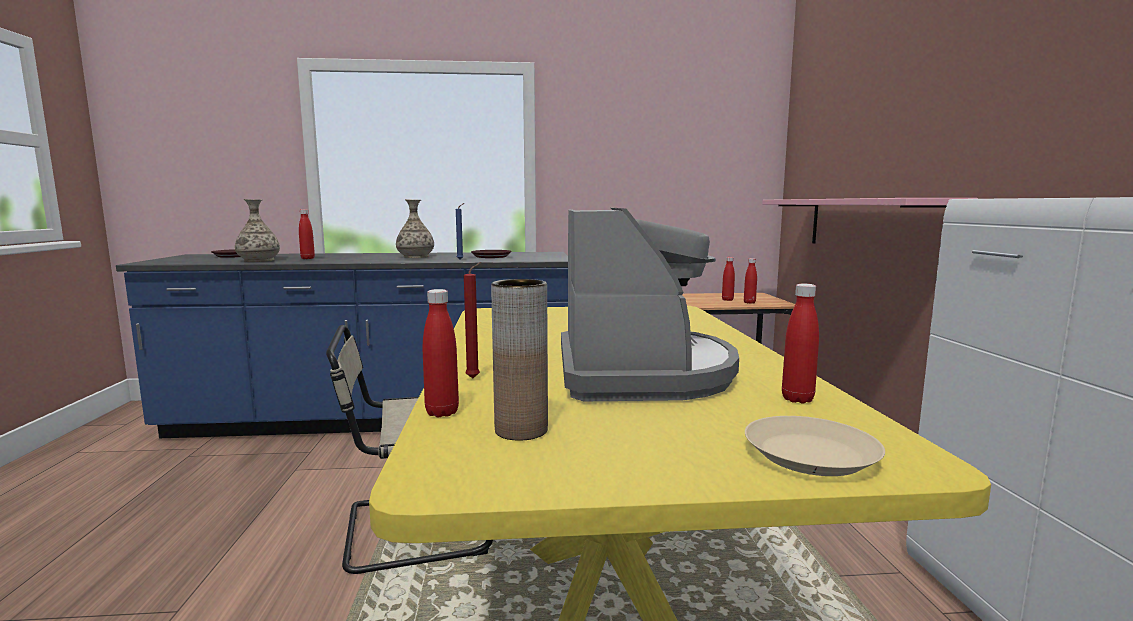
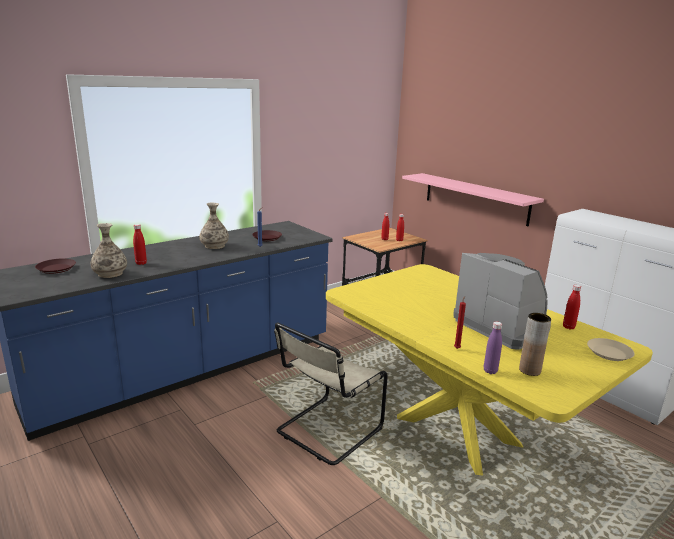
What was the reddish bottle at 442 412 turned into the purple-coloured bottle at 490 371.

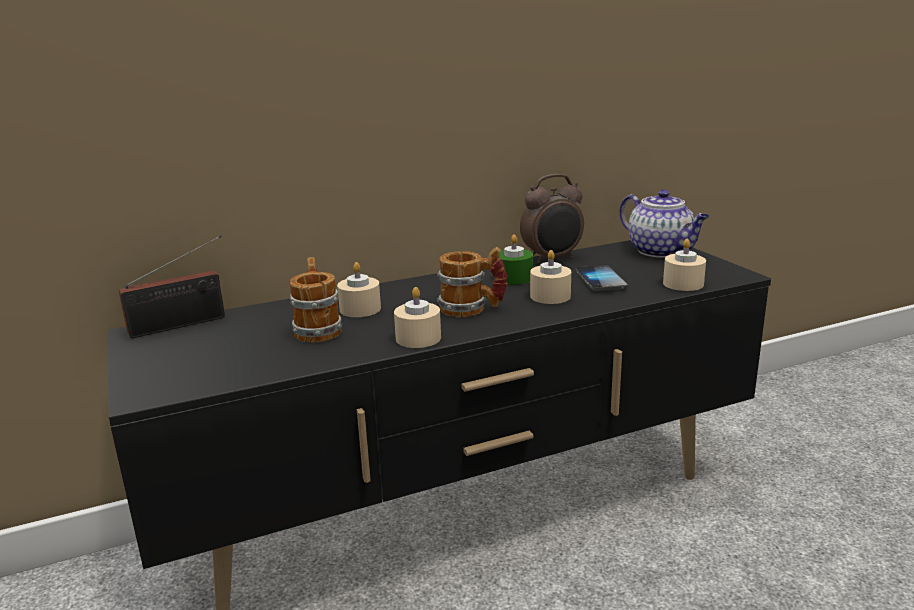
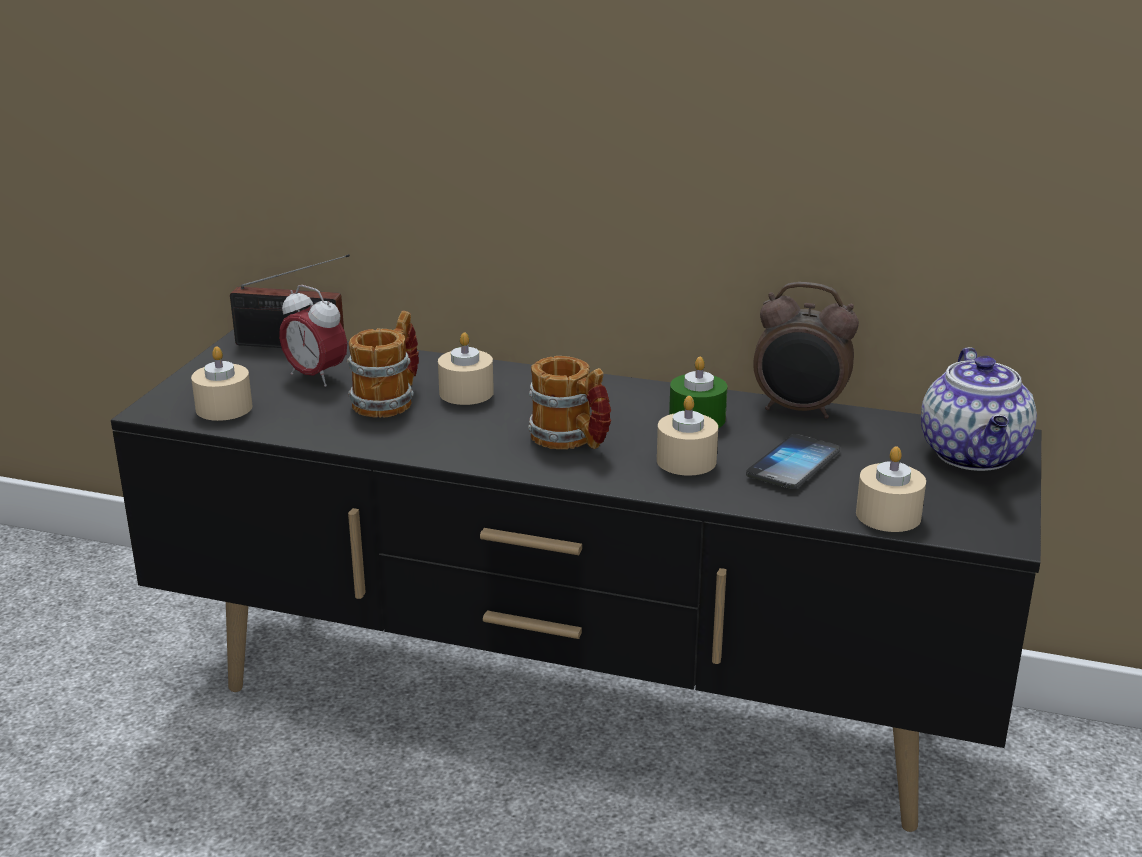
The beige candle ended up elsewhere, having gone from 418 338 to 224 408. The second view gained the table clock at 316 377.

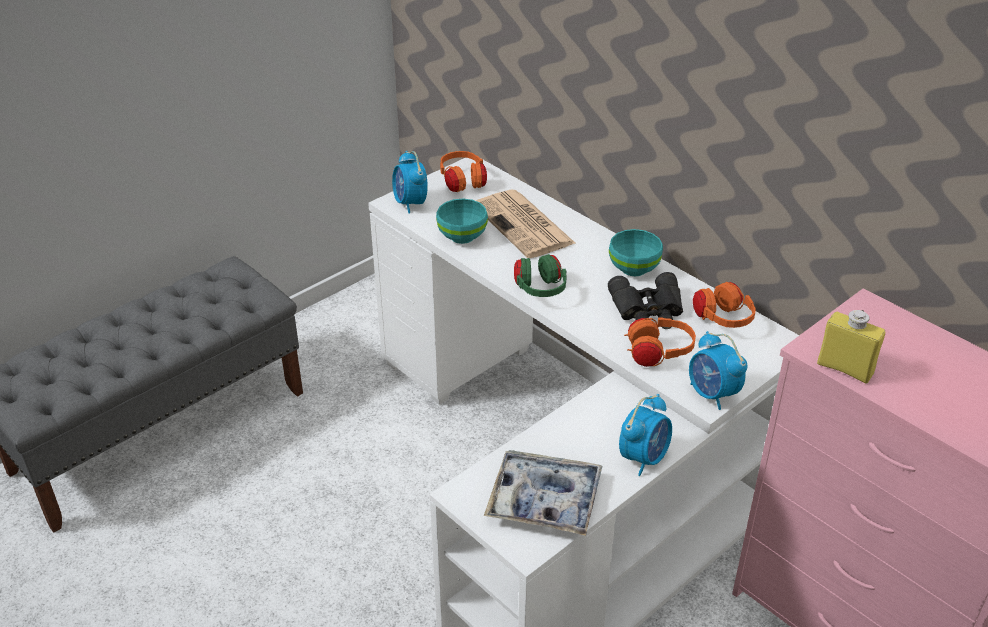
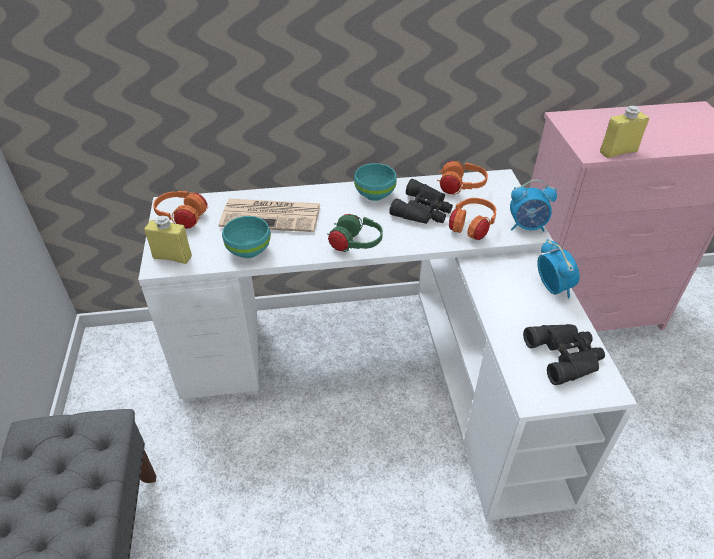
Where the table clock stood at 410 203, the yellowish bottle came to stand at 172 257. Where the tray stood at 544 500, the black-coloured binoculars came to stand at 565 355.

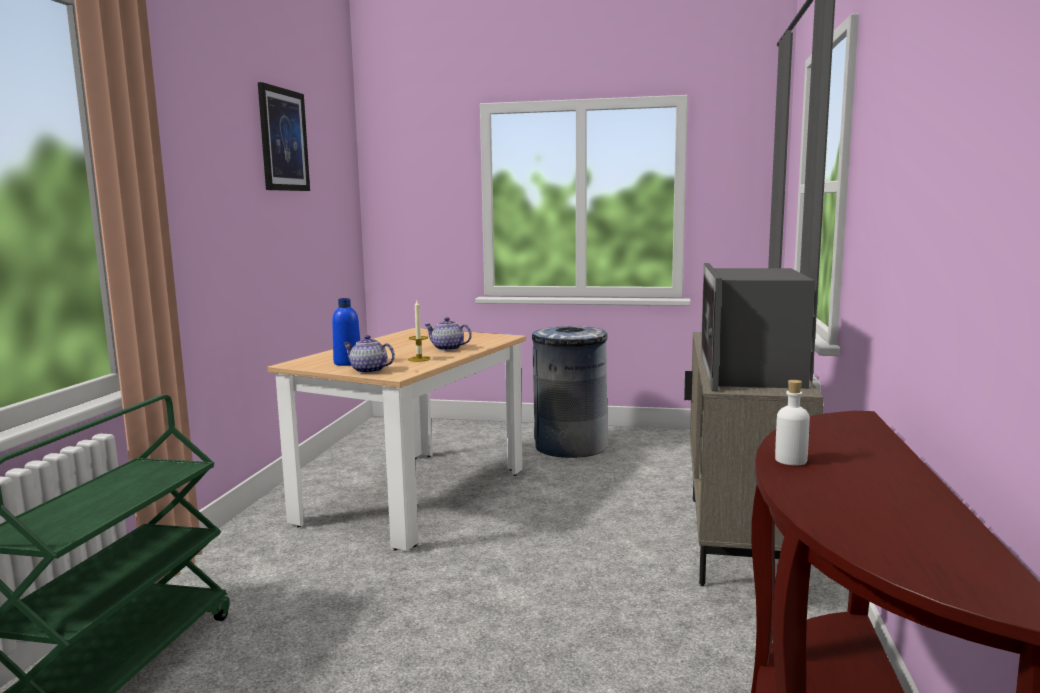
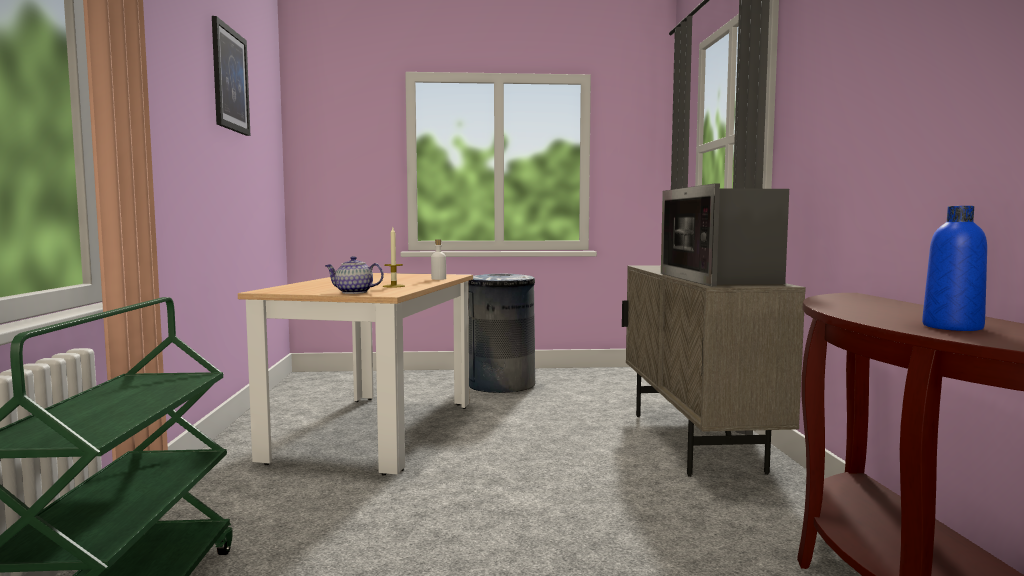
The blue bottle ended up elsewhere, having gone from 348 363 to 952 327. The second view lost the tea pot at 447 349. The white-coloured bottle ended up elsewhere, having gone from 790 460 to 438 279.

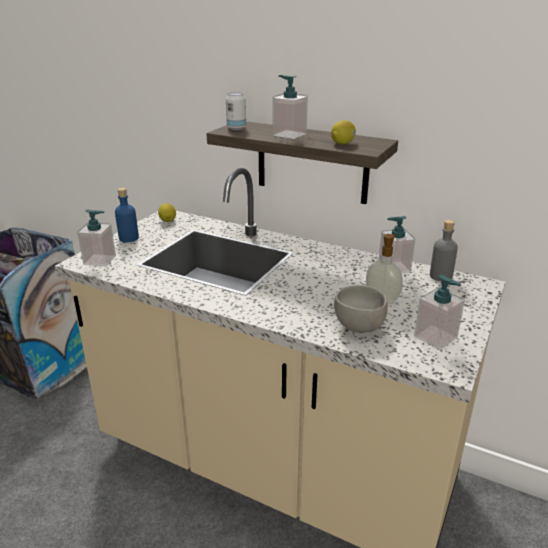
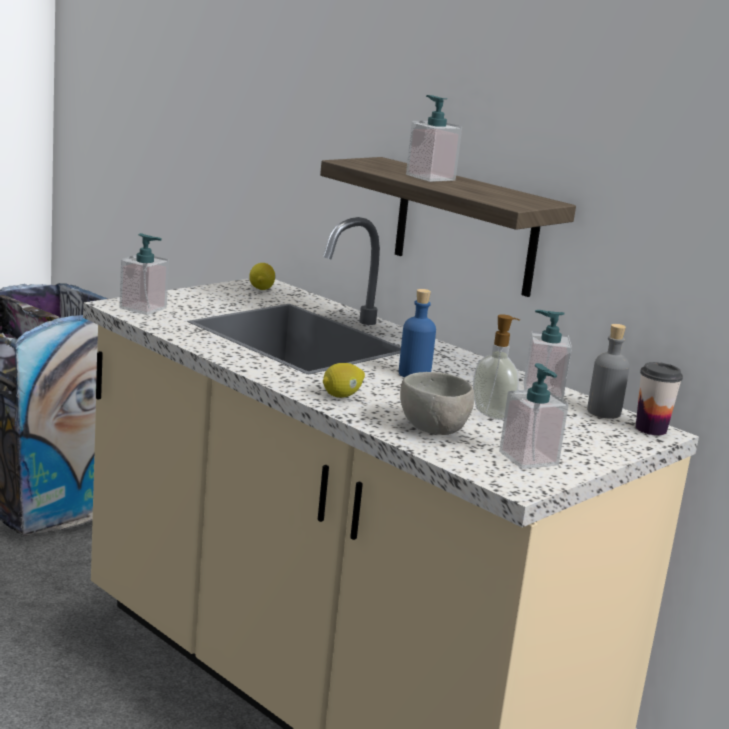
The blue bottle ended up elsewhere, having gone from 129 238 to 414 374. The second view lost the sealed can at 236 128. The citrus fruit ended up elsewhere, having gone from 343 143 to 342 396. The second view gained the drinking cup at 651 429.

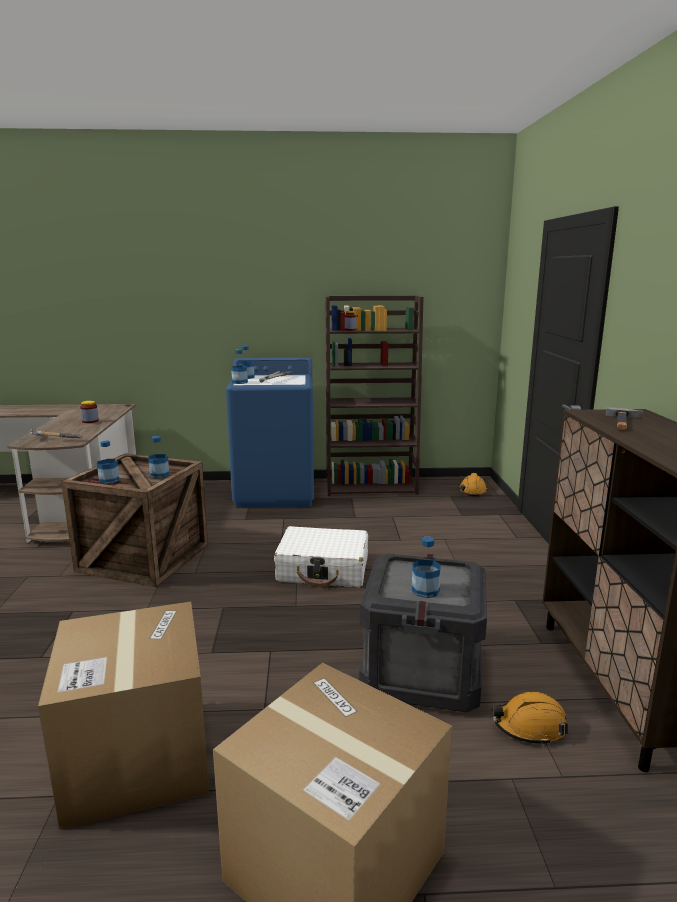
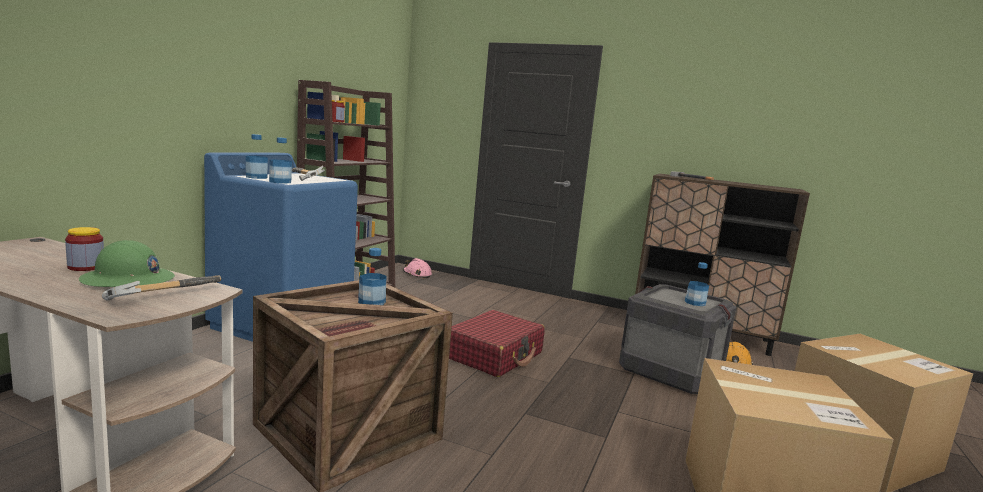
The second view lost the bottle at 109 480. What was the white-coloured piece of luggage at 323 570 turned into the reddish piece of luggage at 494 355. What was the orange-coloured hard hat at 472 490 turned into the pink-coloured hard hat at 417 274. The second view gained the greenish hard hat at 128 280.

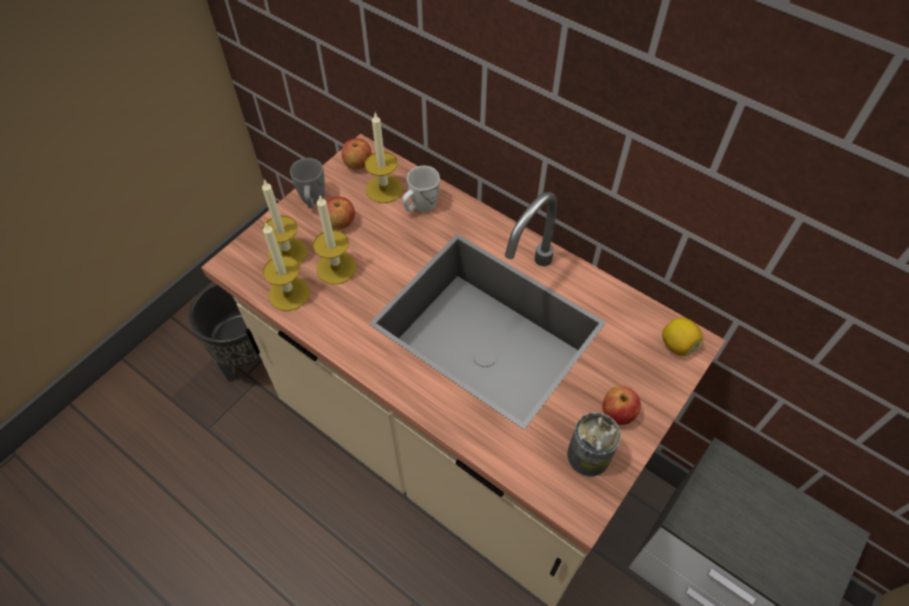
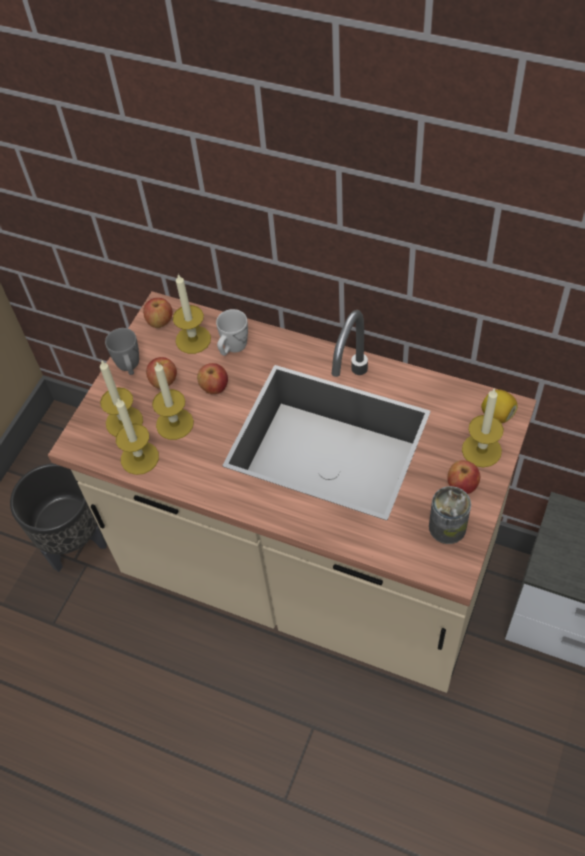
The second view gained the whole apple at 214 387. The second view gained the candle at 481 450.

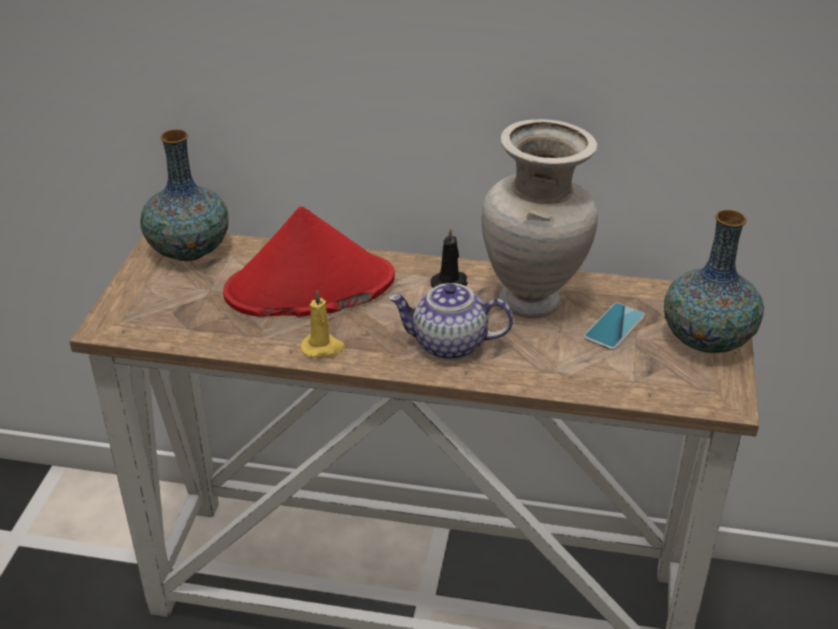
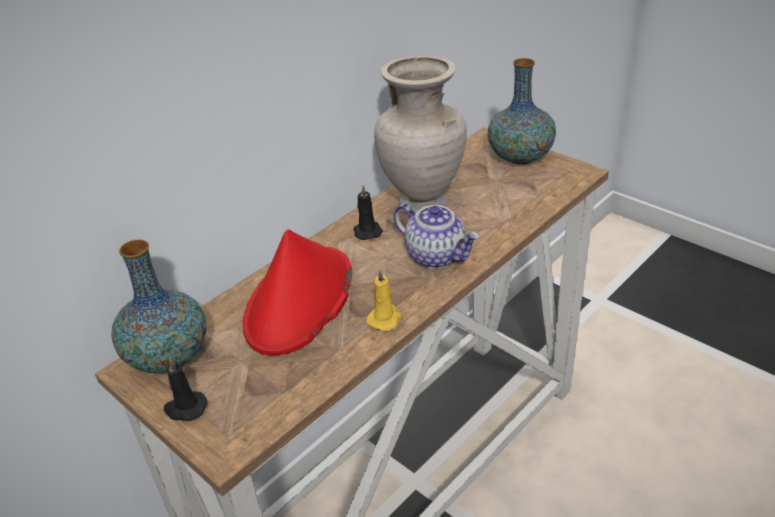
The tea pot at 449 345 ended up facing another way, 90 degrees counterclockwise from before. The second view lost the phone at 614 327. The second view gained the black-coloured candle at 185 408.

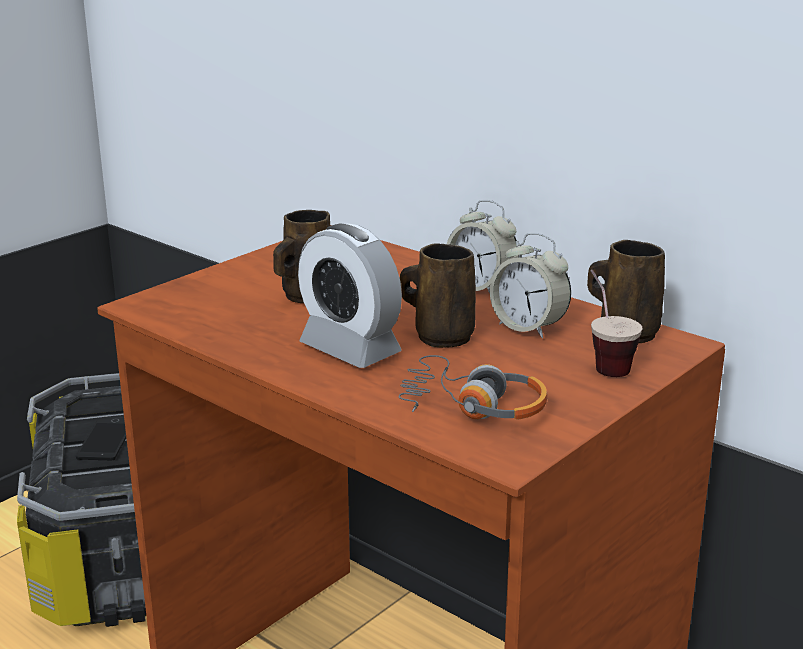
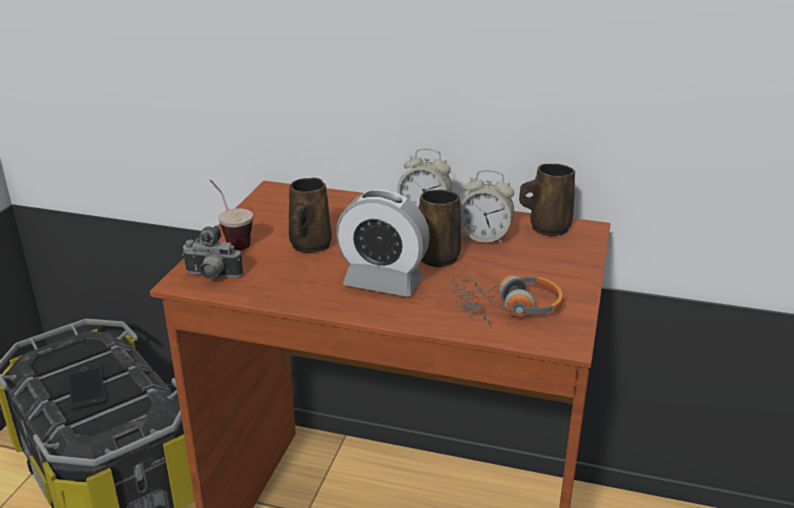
The drinking cup ended up elsewhere, having gone from 604 362 to 231 240. The second view gained the still camera at 212 276.

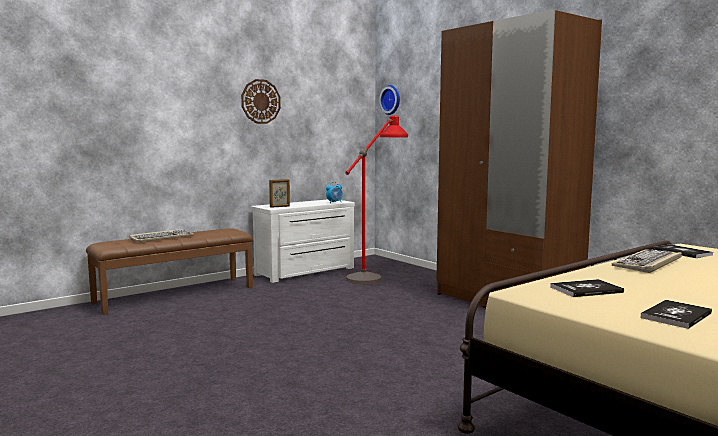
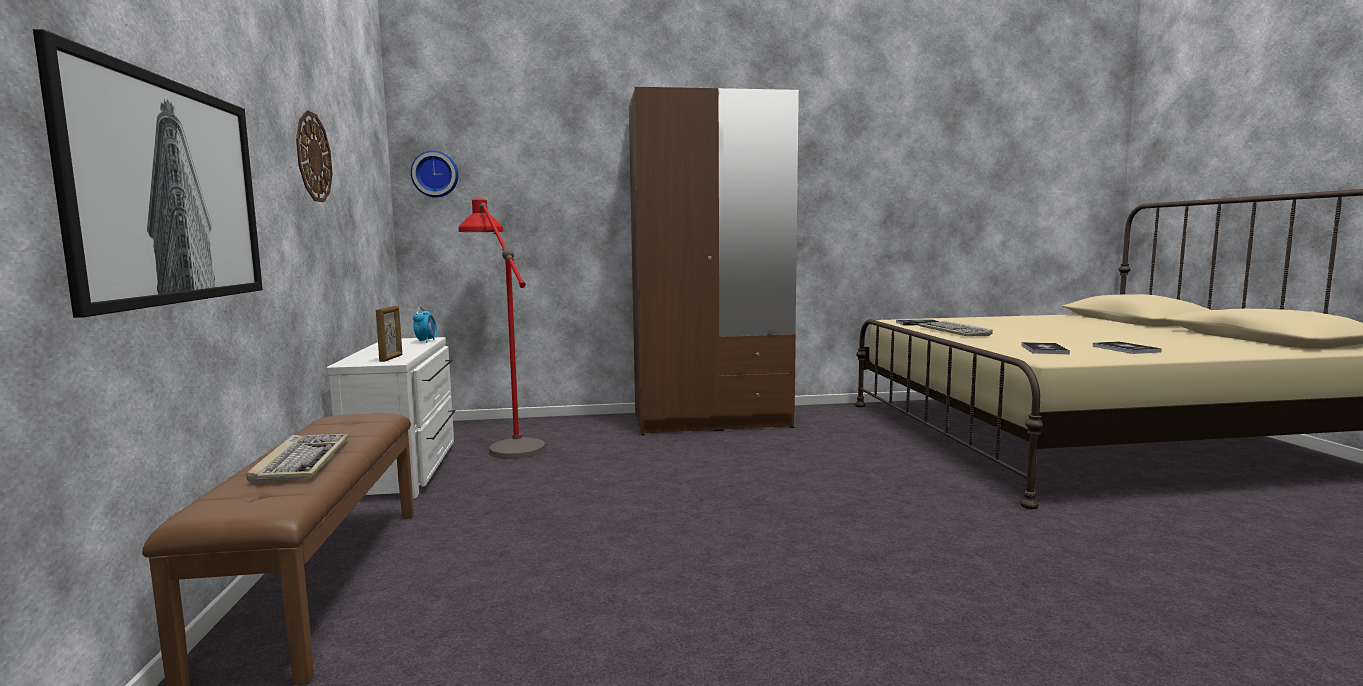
The second view gained the wall picture at 171 192.

